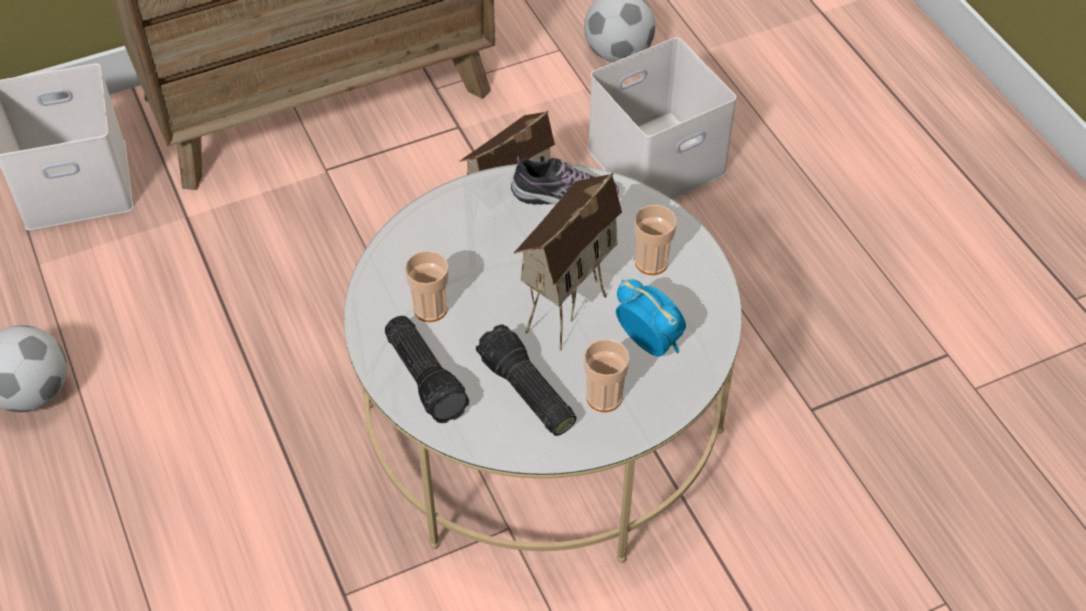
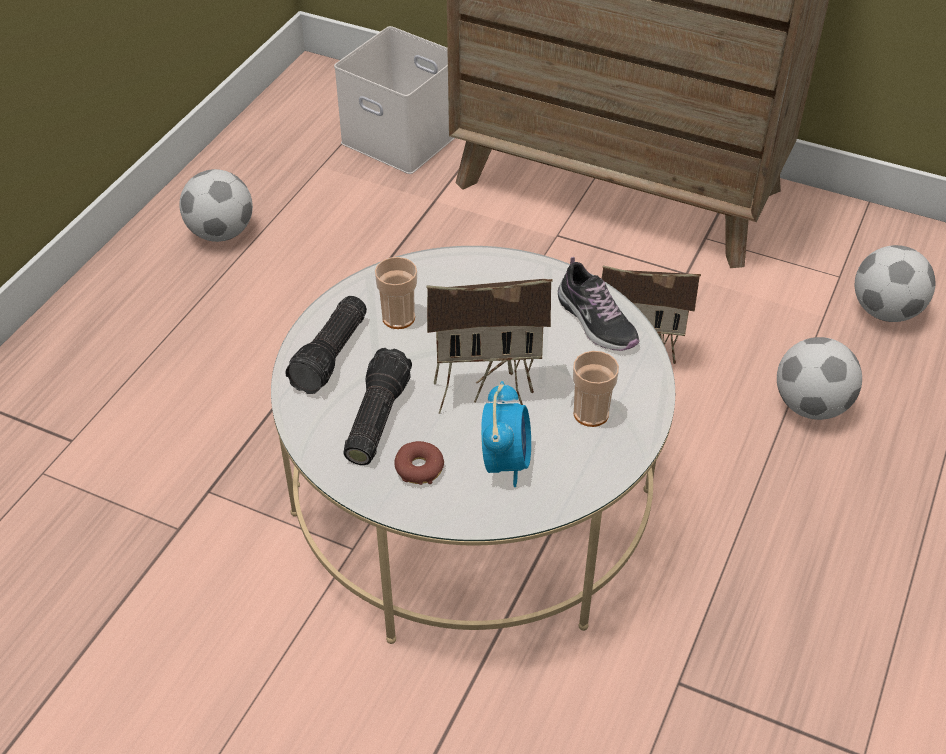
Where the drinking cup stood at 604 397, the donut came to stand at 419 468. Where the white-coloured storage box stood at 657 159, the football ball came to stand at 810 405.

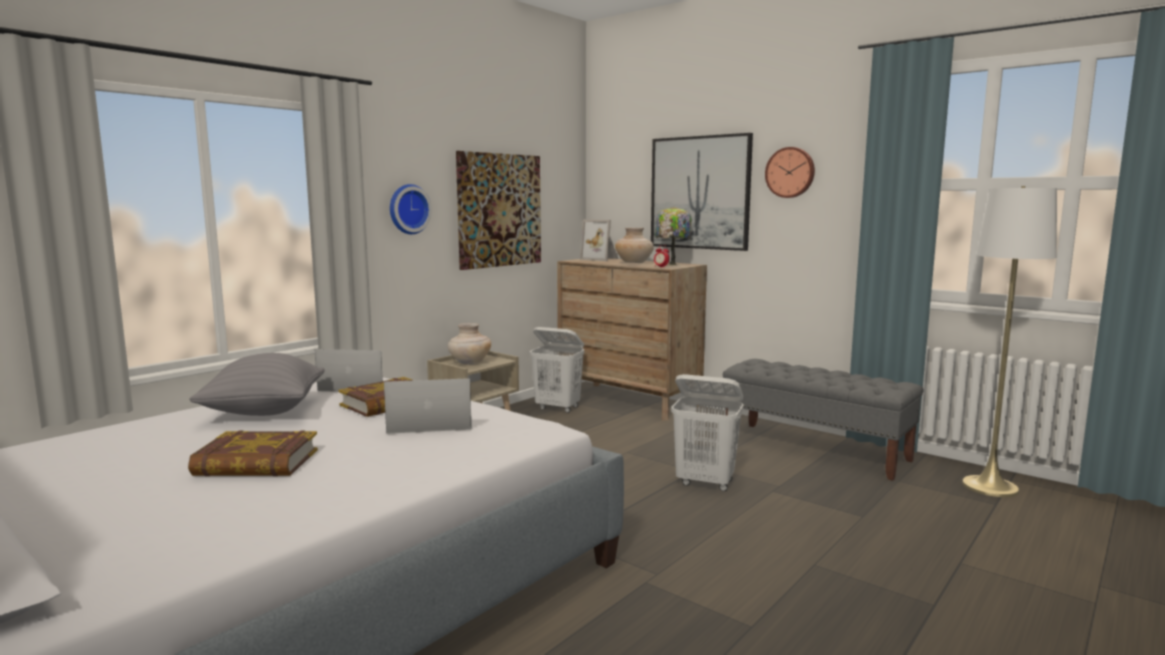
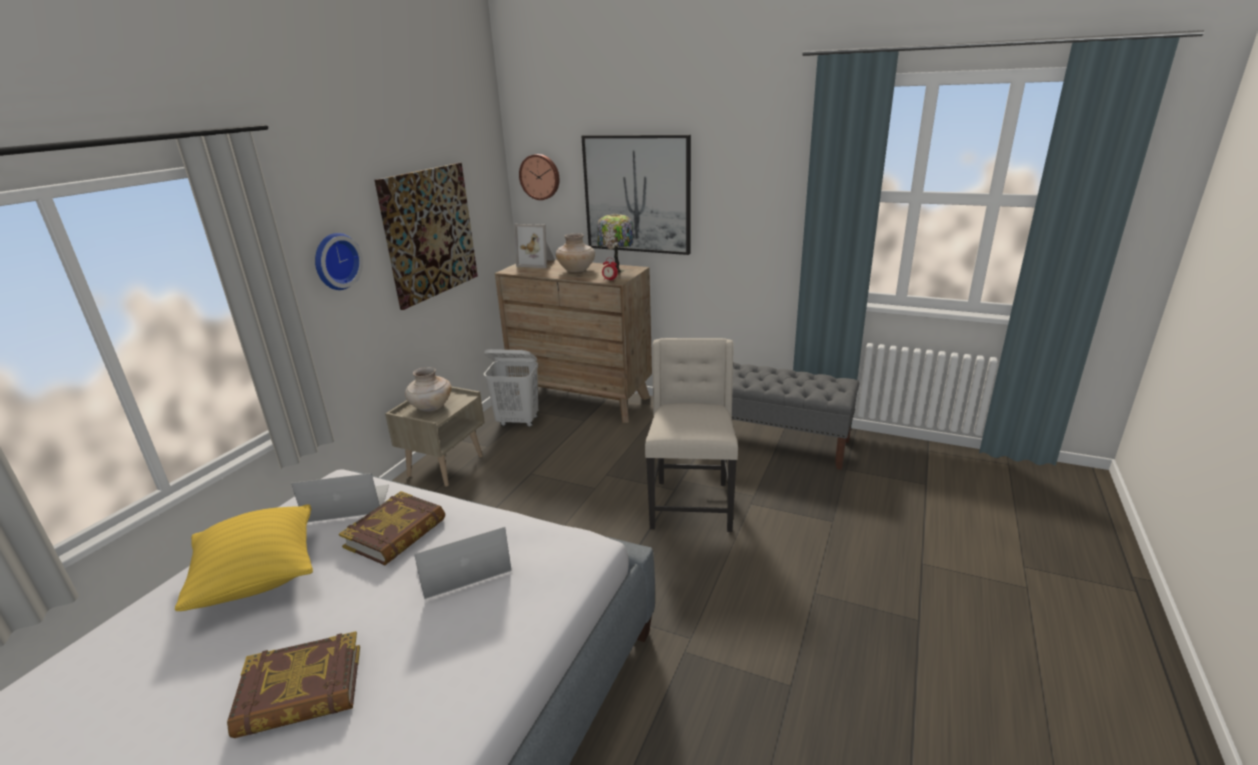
What was the gray throw pillow at 264 412 turned into the yellowish throw pillow at 259 578. Where the white-coloured hamper stood at 706 483, the beige upright chair came to stand at 691 504. The wall clock ended up elsewhere, having gone from 790 172 to 540 177. The second view lost the white-coloured floor lamp at 990 486.

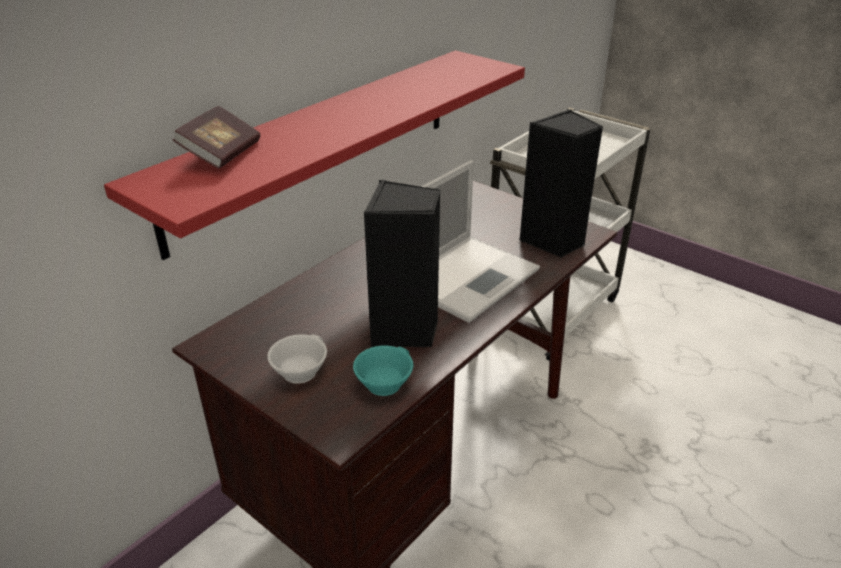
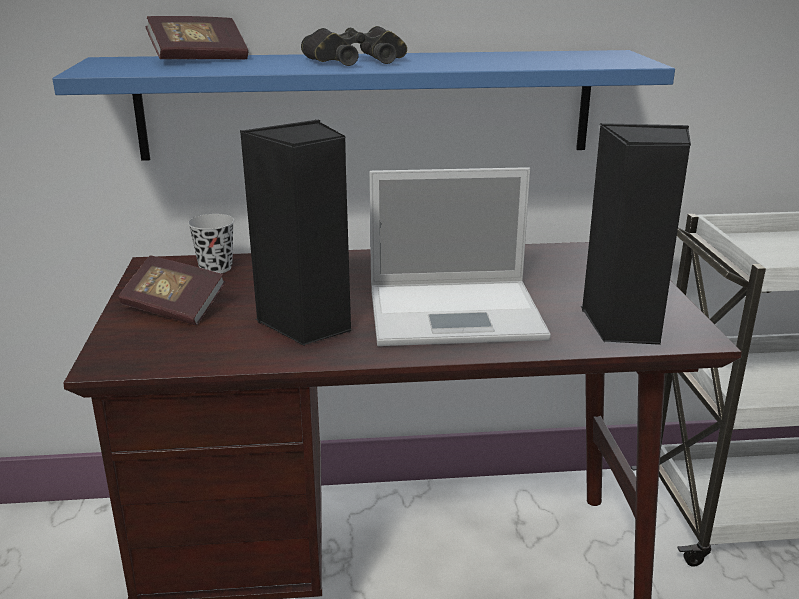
What was the reddish wall shelf at 318 144 turned into the blue wall shelf at 367 105. Where the white-coloured drinking cup stood at 299 370, the book came to stand at 174 308. The second view lost the turquoise-coloured drinking cup at 383 382. The second view gained the black-coloured drinking cup at 215 268. The second view gained the black-coloured binoculars at 357 60.

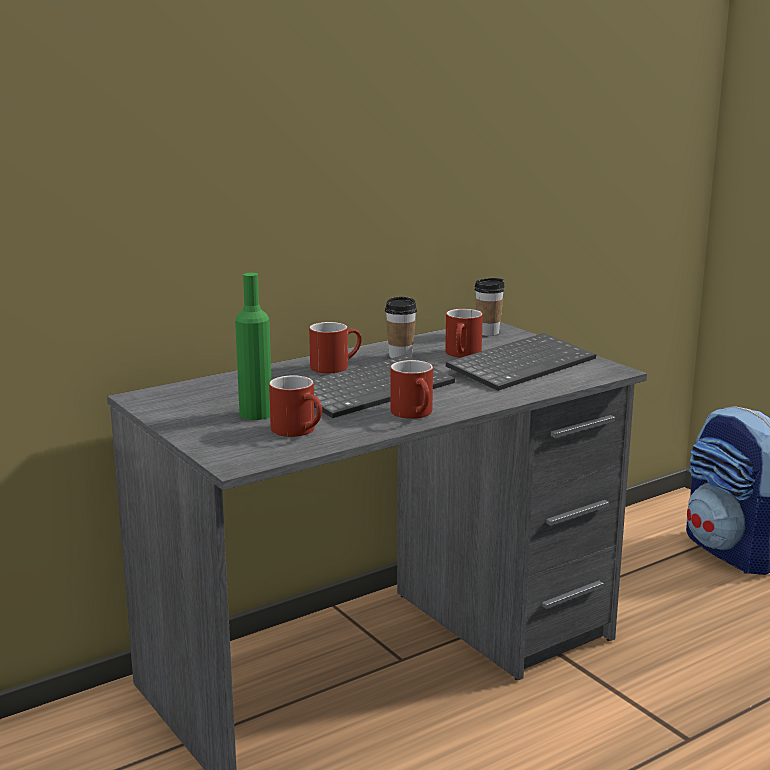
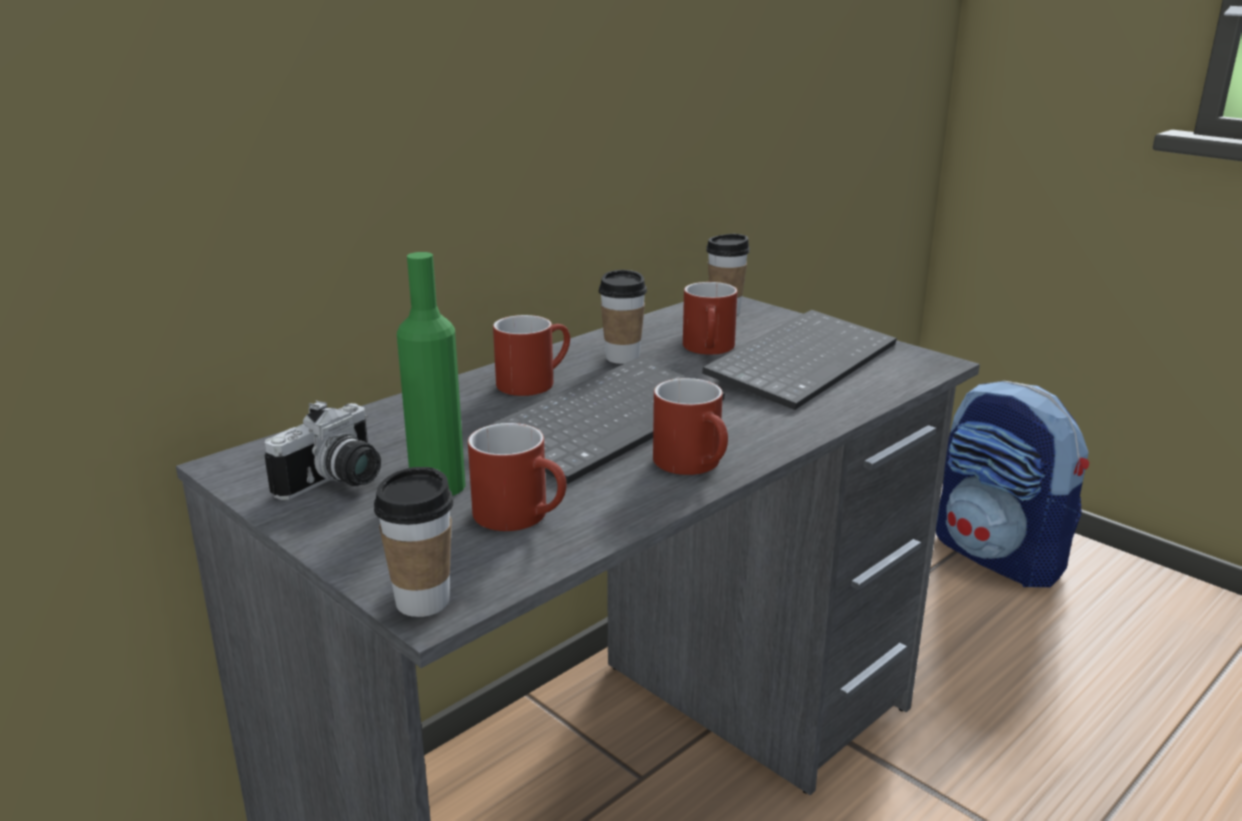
The second view gained the still camera at 338 483. The second view gained the drinking cup at 422 601.

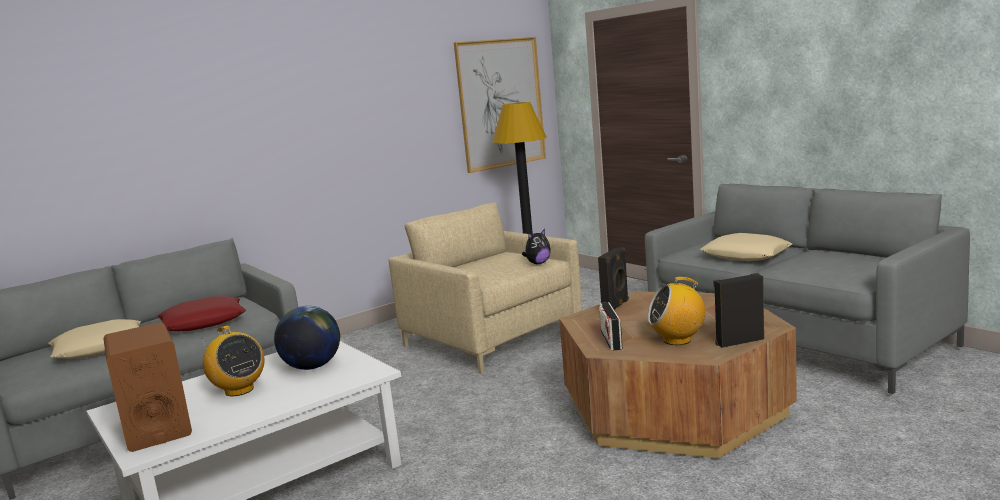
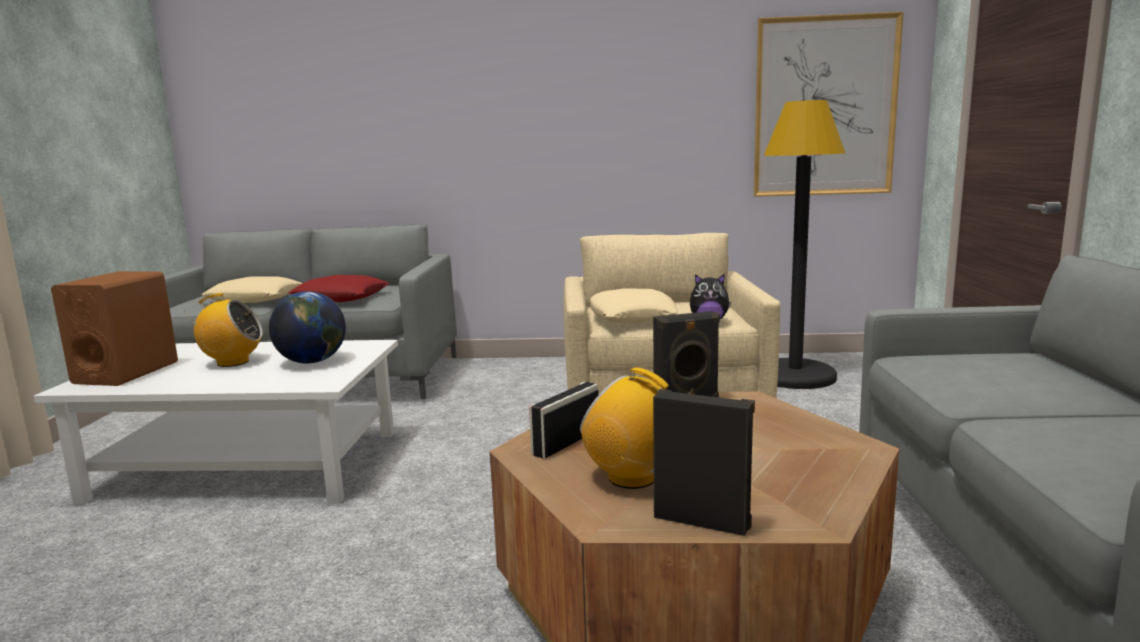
The radio receiver at 239 390 ended up facing another way, 90 degrees counterclockwise from before. The beige throw pillow ended up elsewhere, having gone from 746 255 to 632 316.

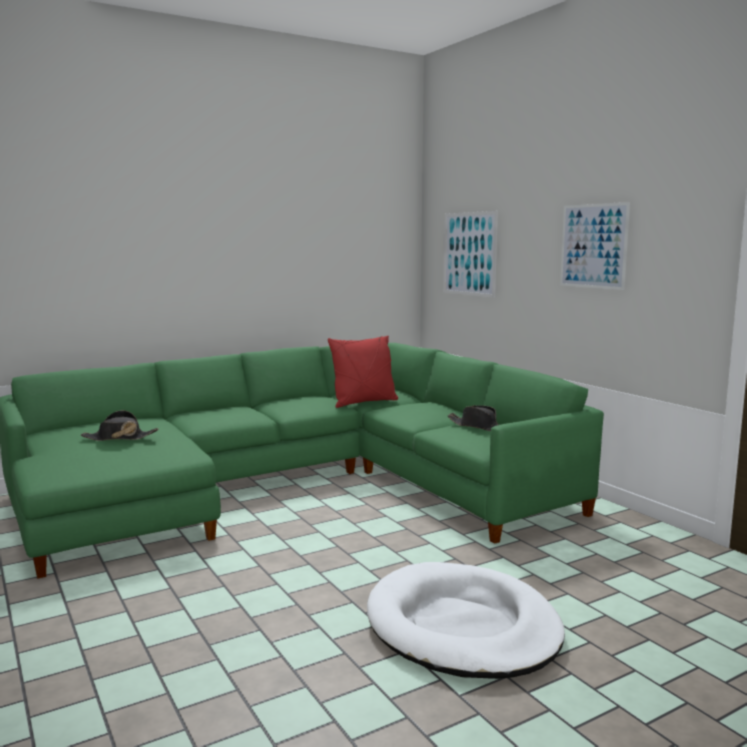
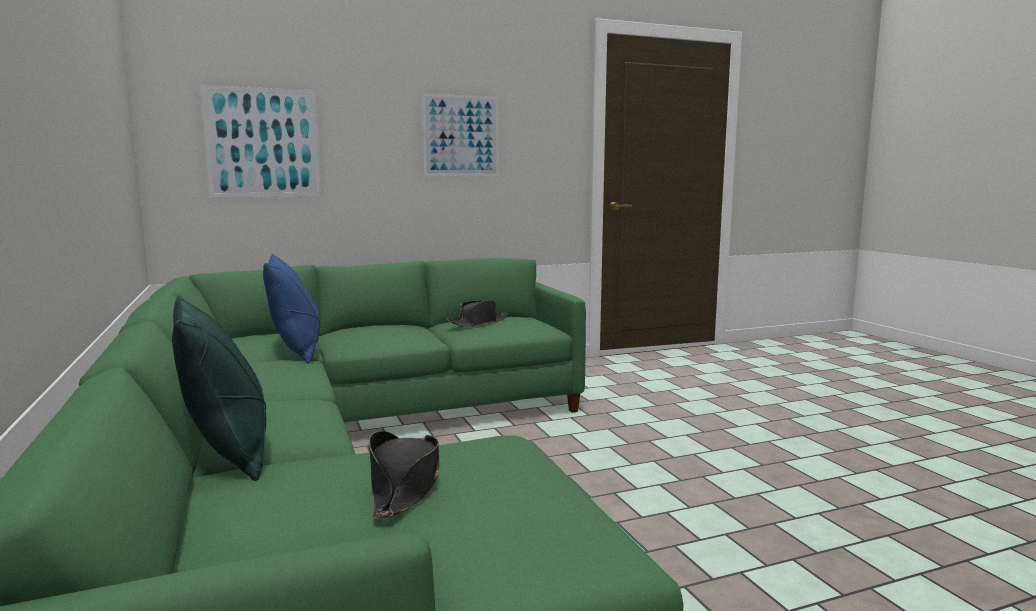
What was the reddish throw pillow at 364 402 turned into the blue throw pillow at 296 351. The second view lost the white-coloured dog cushion at 462 627. The second view gained the greenish throw pillow at 227 454.

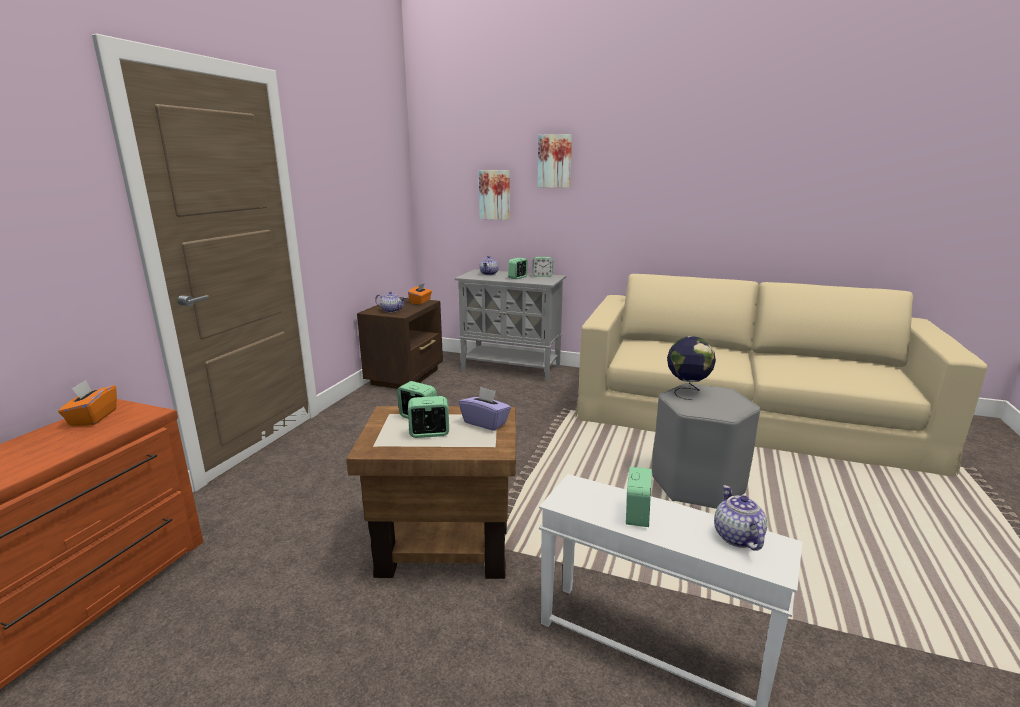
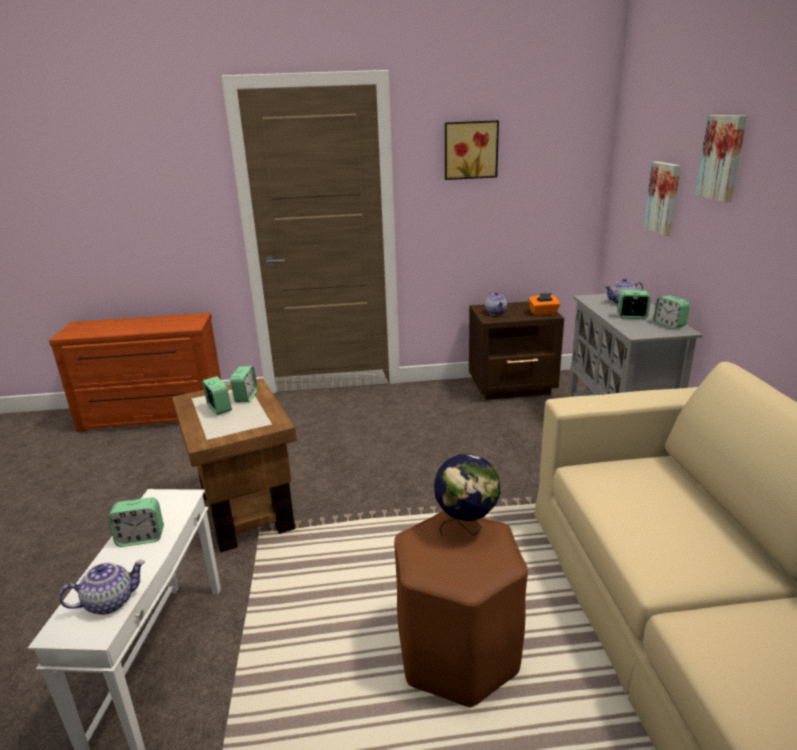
The second view lost the orange-coloured box of tissues at 93 418. The second view lost the purple-coloured box of tissues at 485 422. What was the gray stool seat at 697 485 turned into the brownish stool seat at 458 653. The second view gained the wall picture at 470 150.

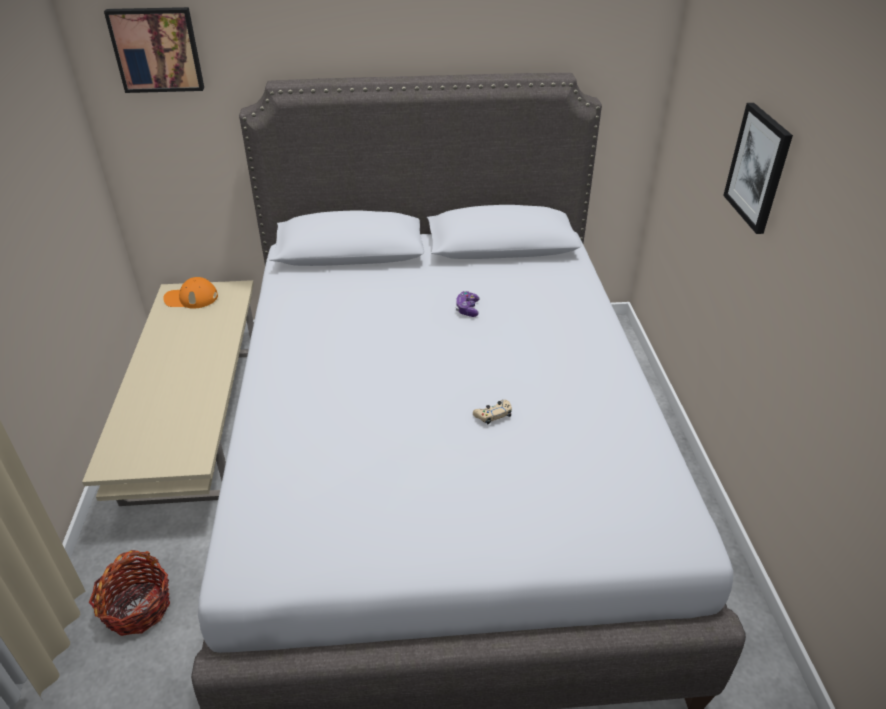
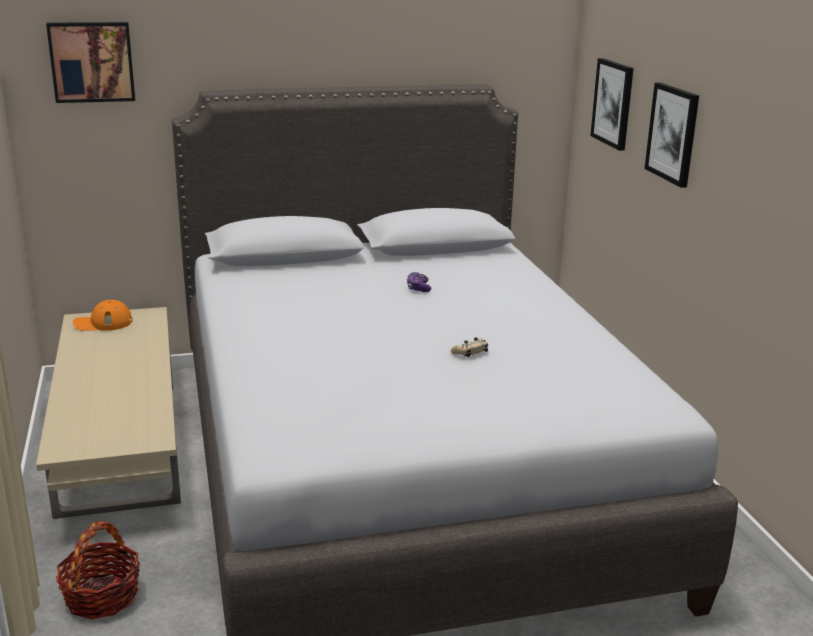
The second view gained the wall picture at 613 103.

